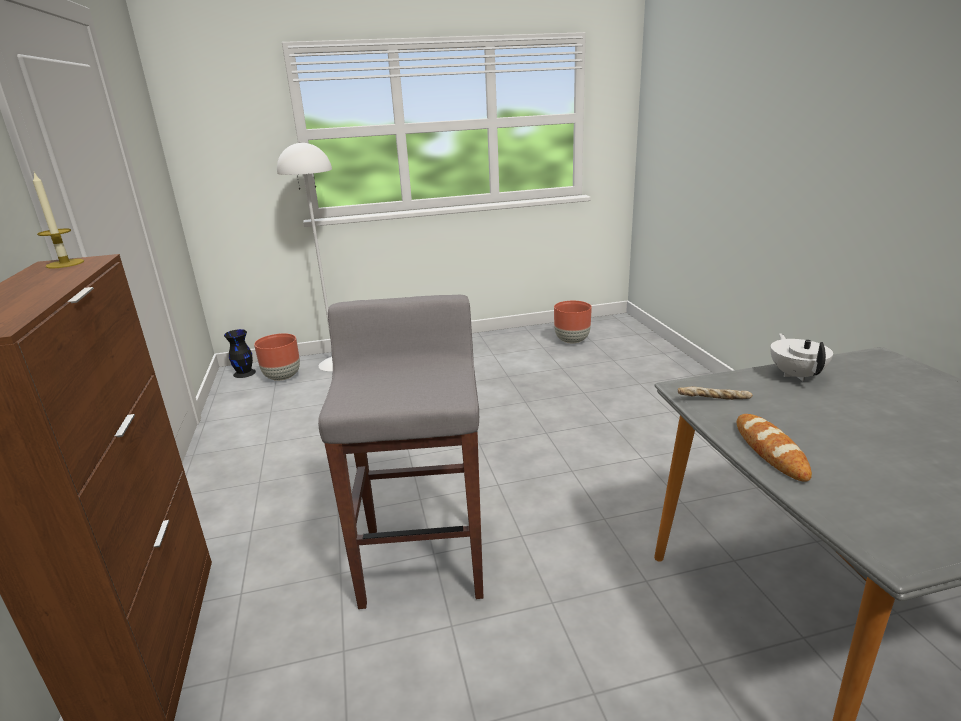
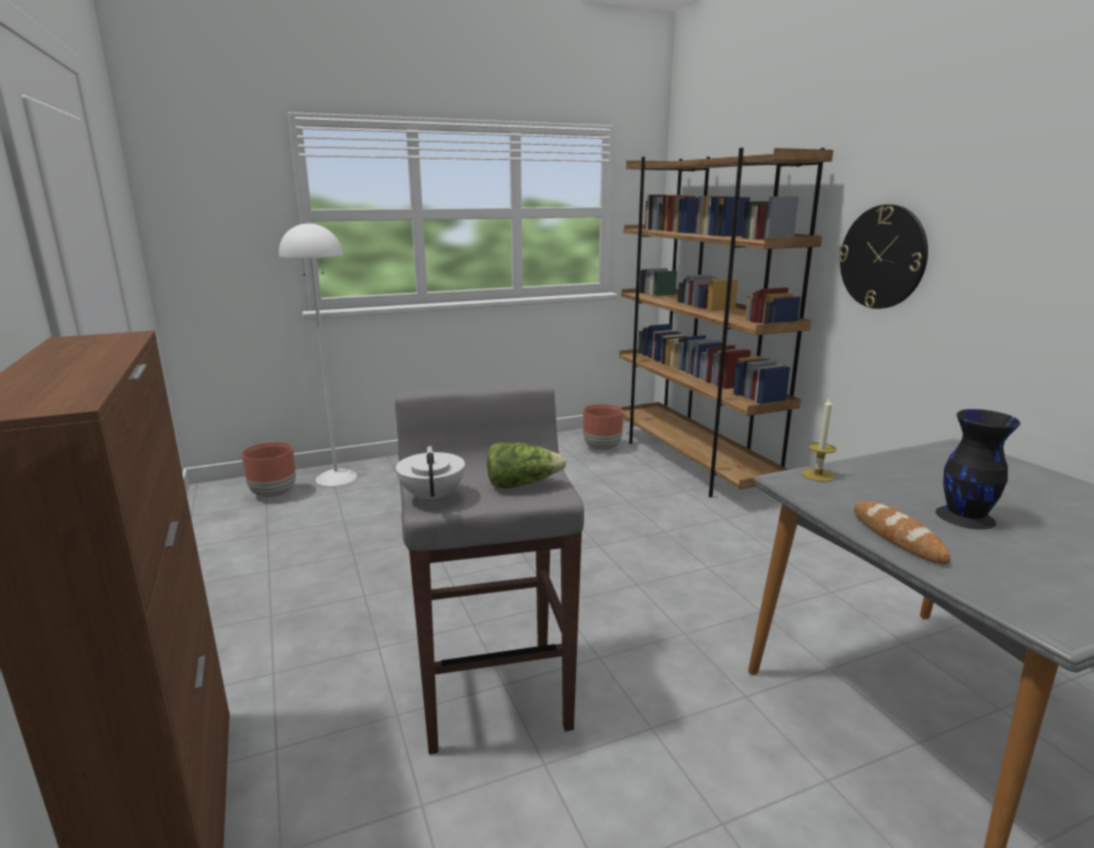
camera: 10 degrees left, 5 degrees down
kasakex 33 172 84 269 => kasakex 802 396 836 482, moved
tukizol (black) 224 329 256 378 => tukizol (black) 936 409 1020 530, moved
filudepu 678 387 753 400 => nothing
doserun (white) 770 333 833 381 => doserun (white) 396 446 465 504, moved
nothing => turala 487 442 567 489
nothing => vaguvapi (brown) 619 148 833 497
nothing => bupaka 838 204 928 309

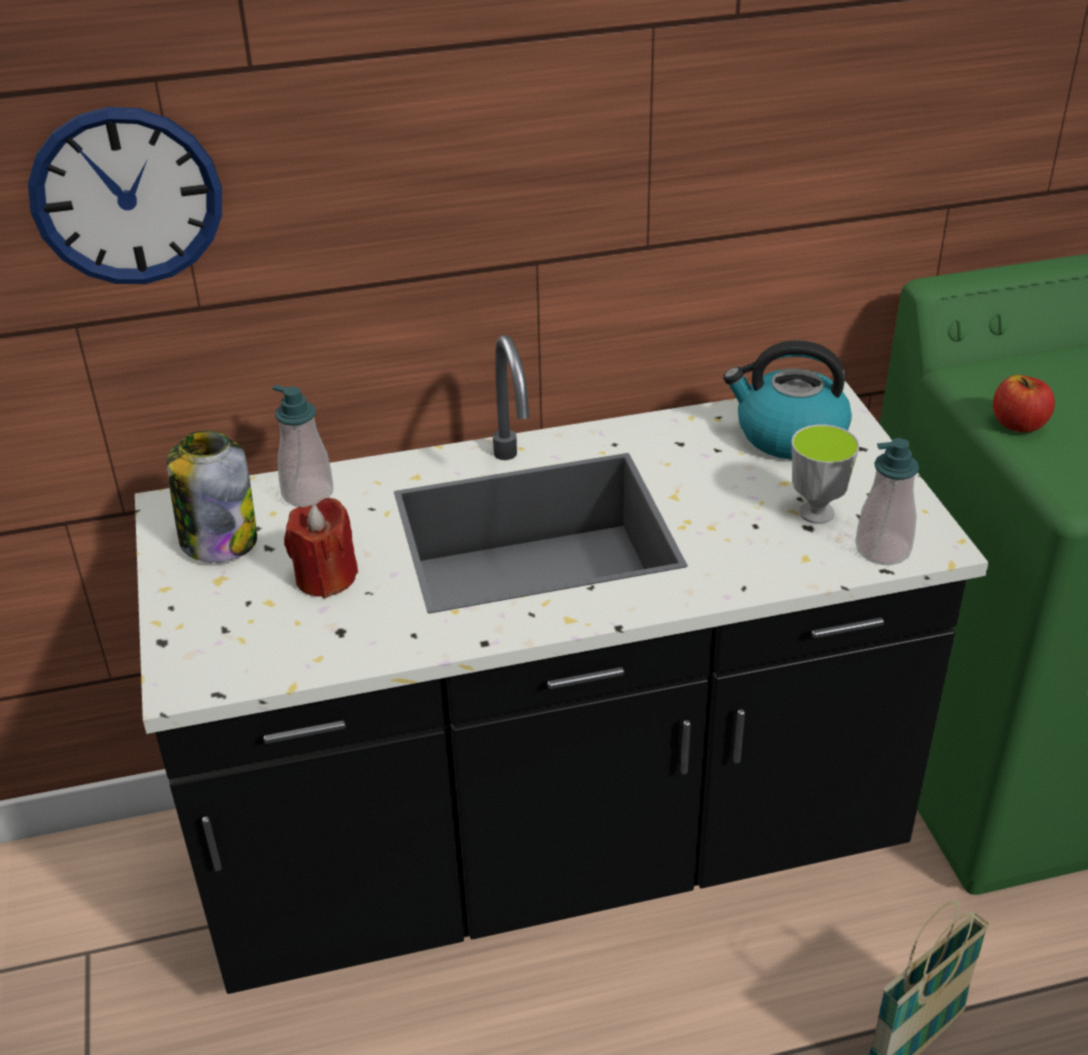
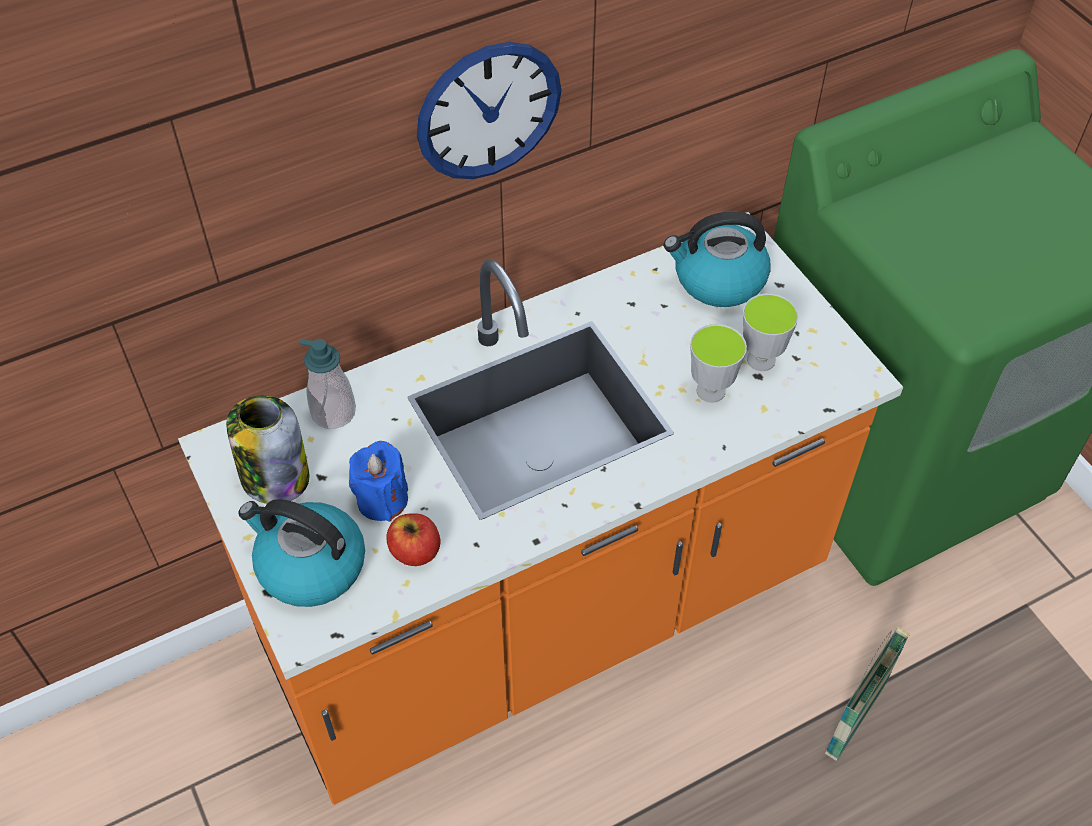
camera: 15 degrees left, 15 degrees up
bupaka 28 107 222 284 => bupaka 417 42 562 179, moved
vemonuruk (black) 135 335 989 994 => vemonuruk (orange) 178 212 903 805
kasakex (red) 284 498 358 598 => kasakex (blue) 349 441 408 522
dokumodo 856 438 919 565 => nothing
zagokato 993 375 1055 433 => zagokato 387 513 441 566, moved
nothing => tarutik 238 499 365 607
nothing => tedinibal 690 324 747 403

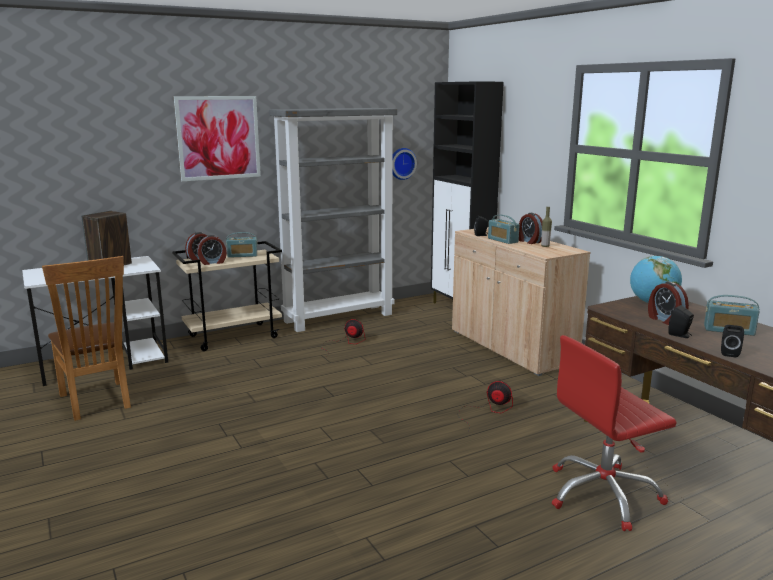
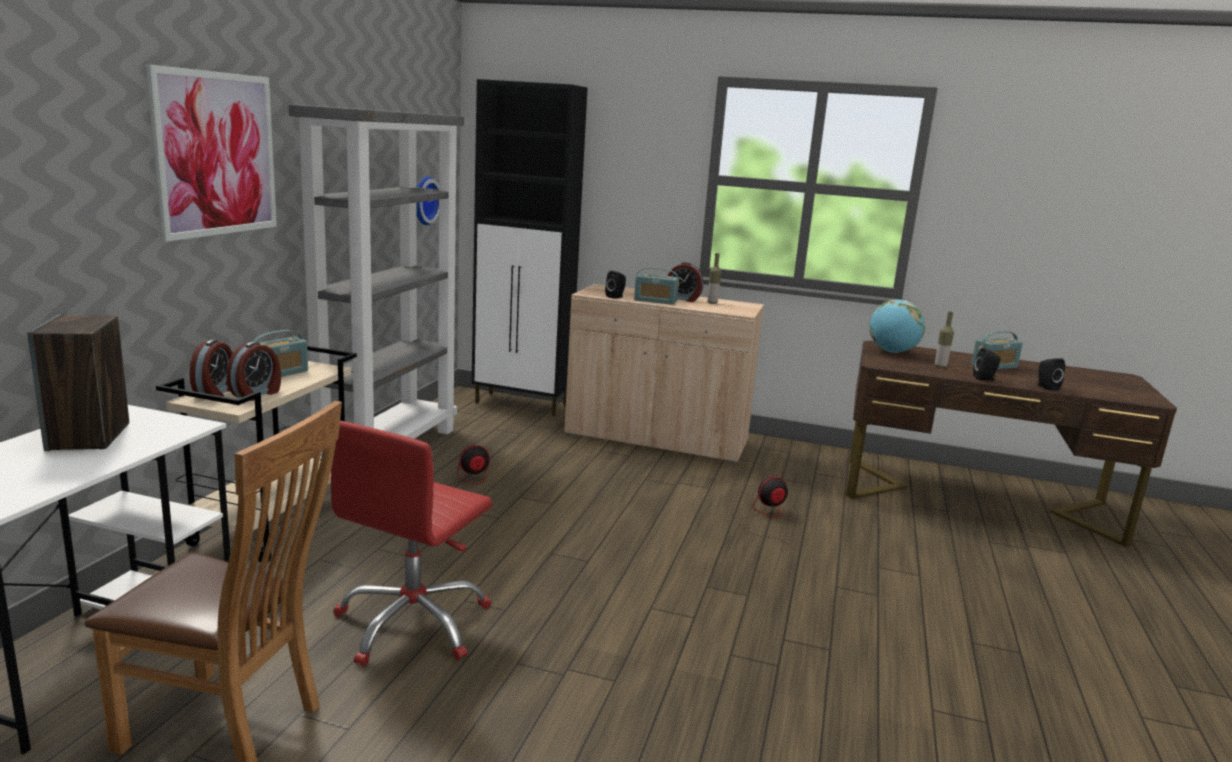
camera: 45 degrees left, 0 degrees up
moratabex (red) 552 335 677 531 => moratabex (red) 331 421 492 666, moved
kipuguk 648 281 689 325 => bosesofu 935 312 954 368

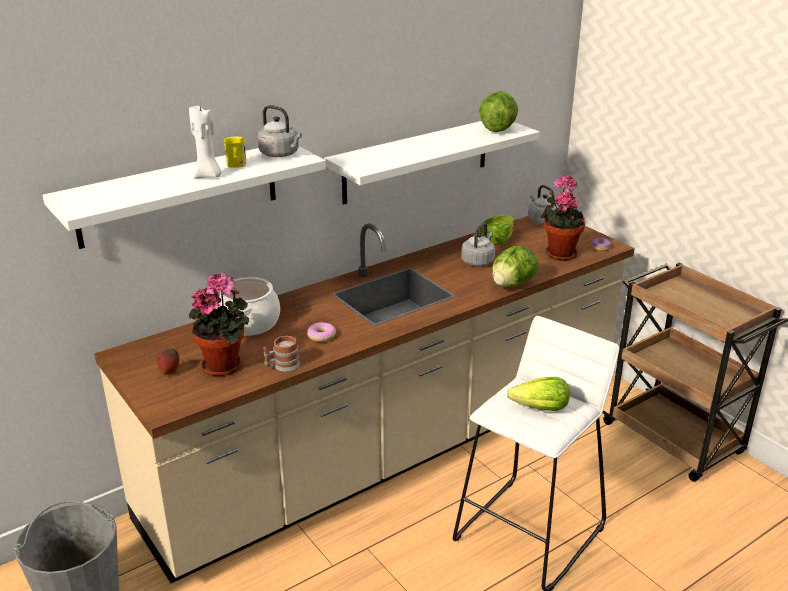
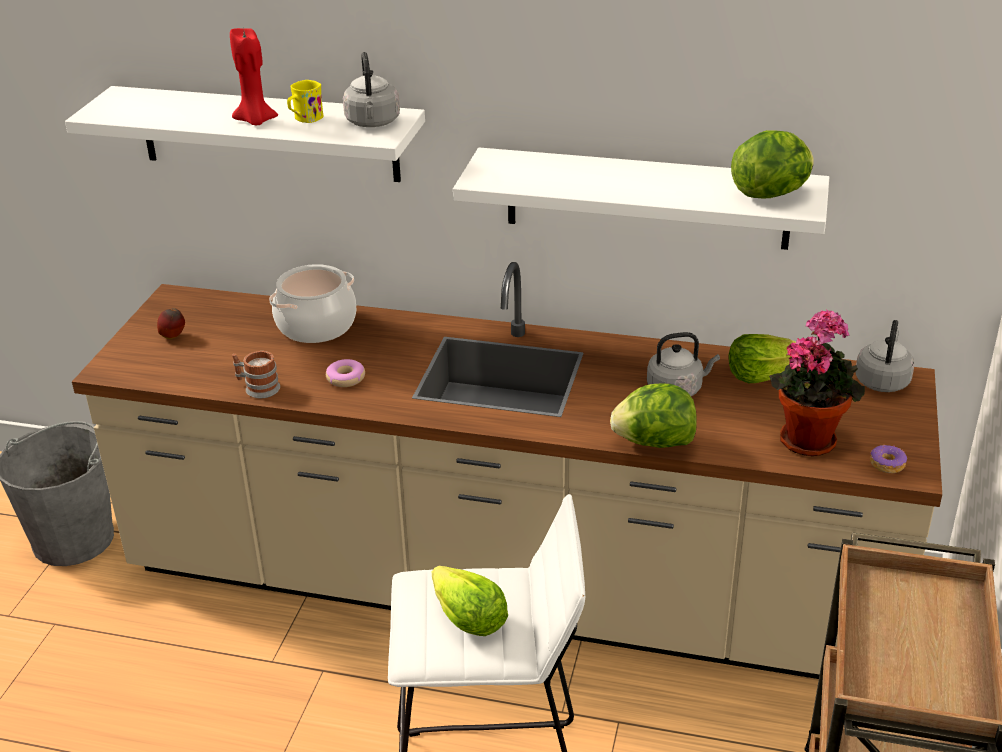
camera: 50 degrees right, 5 degrees up
kasakex (white) 189 106 222 179 => kasakex (red) 230 28 278 125
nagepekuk 189 272 249 376 => nothing

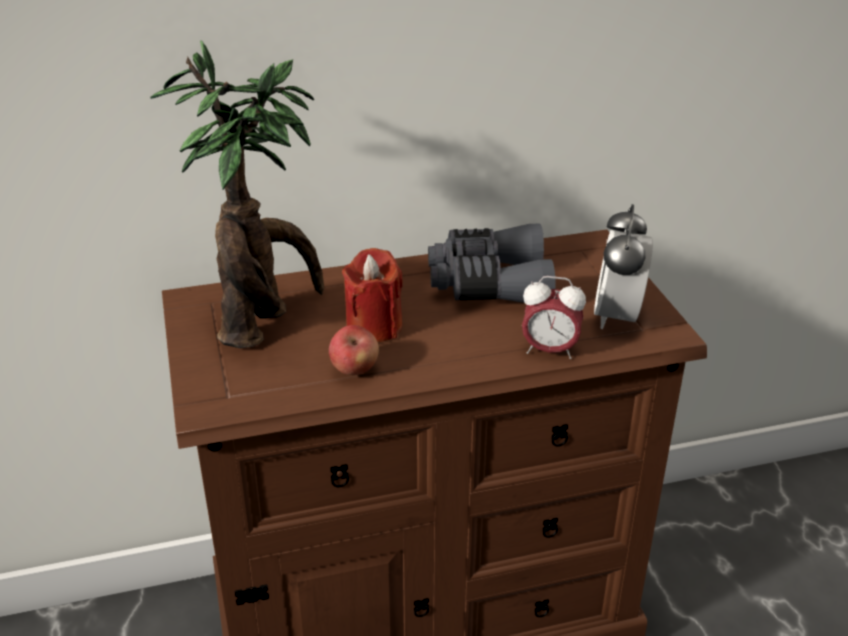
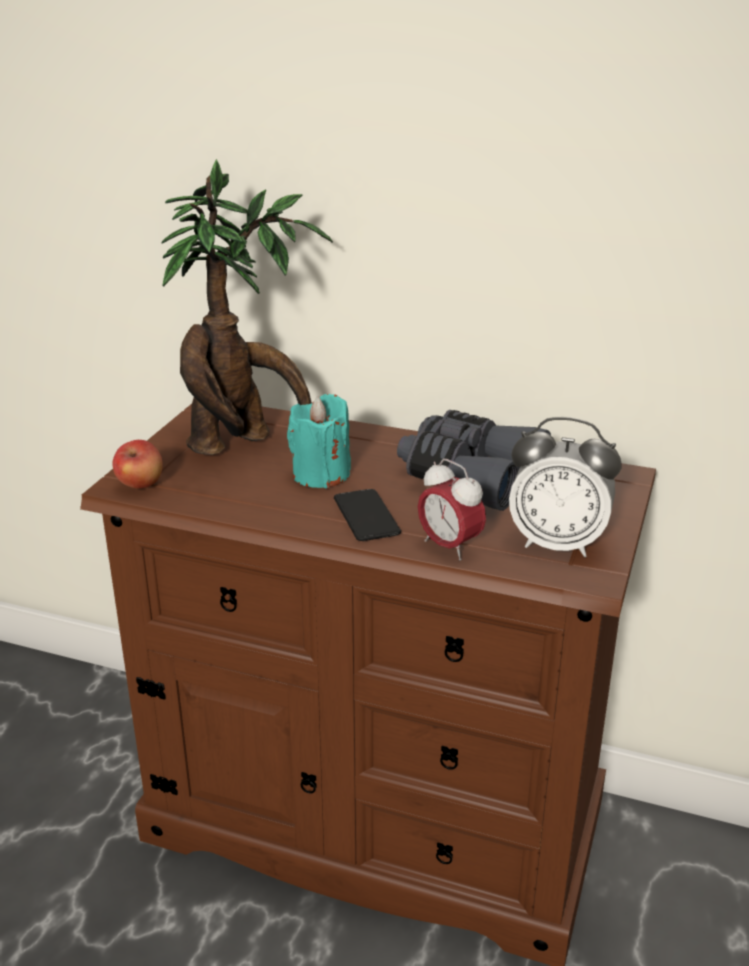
camera: 35 degrees right, 5 degrees down
zagokato 329 325 379 375 => zagokato 112 440 163 489, moved
kasakex (red) 342 248 403 342 => kasakex (turquoise) 287 394 351 489
kipuguk 594 204 653 329 => kipuguk 509 417 622 557, 120 degrees counterclockwise
nothing => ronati 334 489 401 541

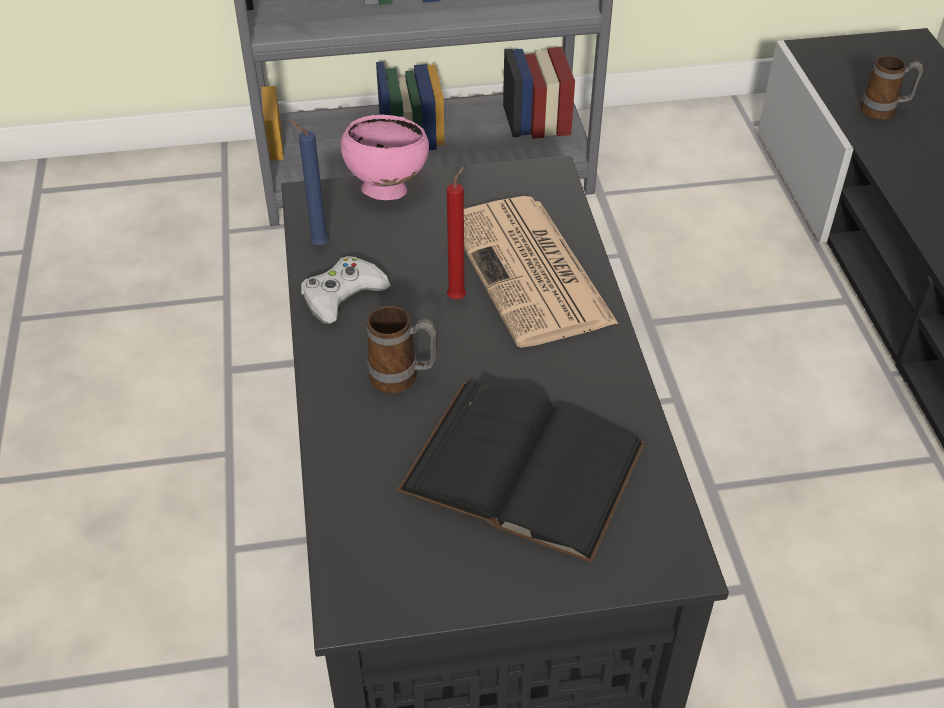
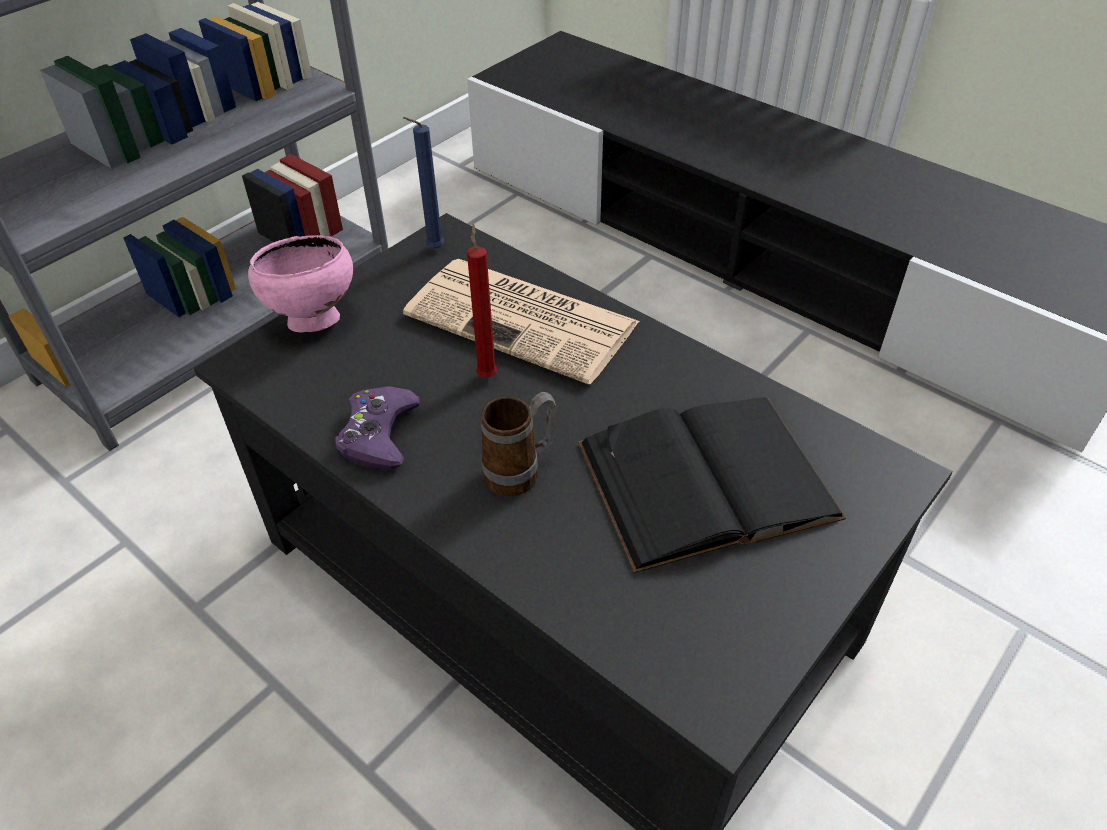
camera: 40 degrees left, 0 degrees up
kasakex (blue) 289 120 329 245 => kasakex (blue) 403 117 444 249, moved
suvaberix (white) 301 256 391 324 => suvaberix (purple) 335 386 420 470
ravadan 861 55 923 120 => nothing

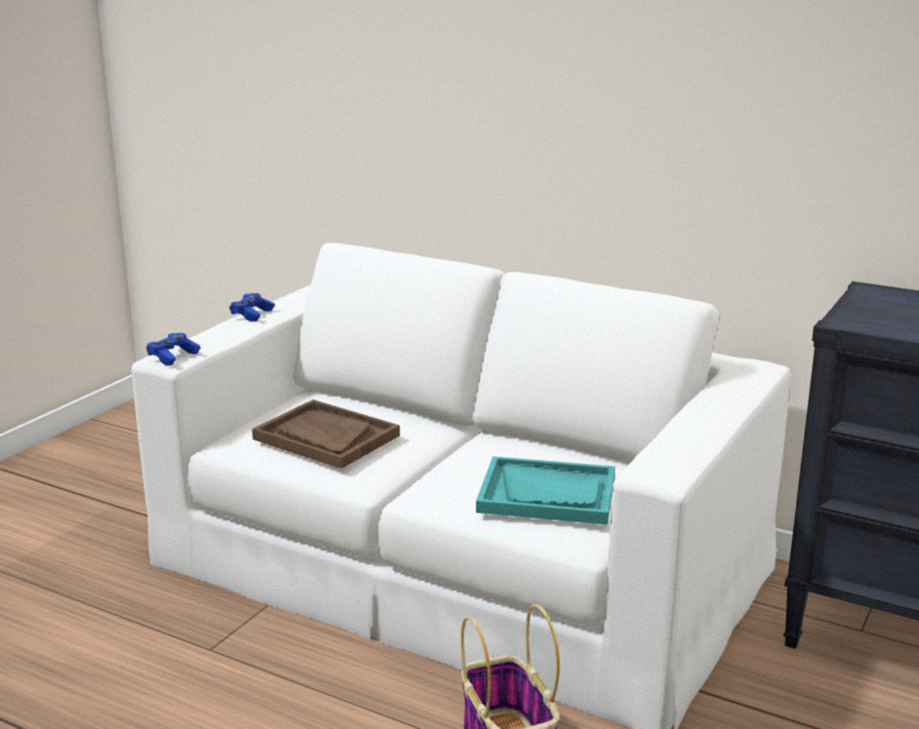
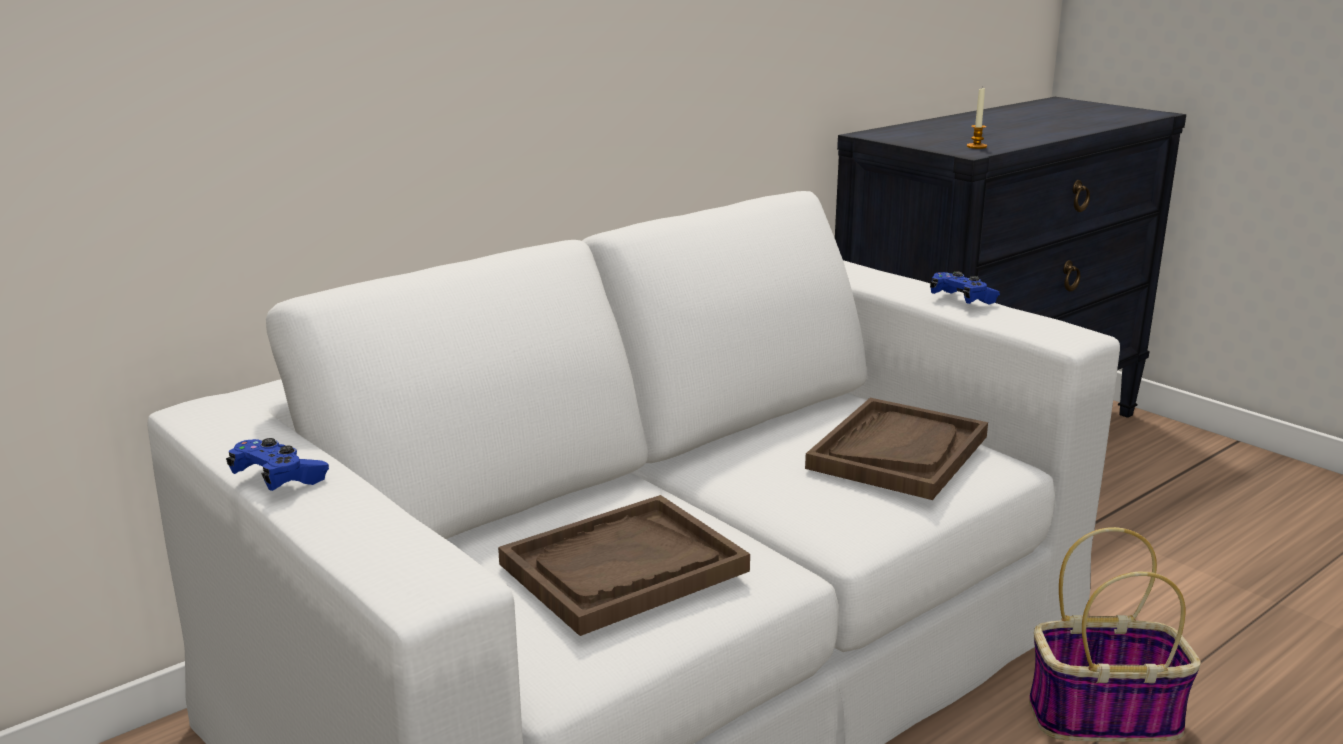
camera: 70 degrees left, 0 degrees up
suvaberix (blue) 146 333 201 366 => suvaberix (blue) 930 272 1000 305, moved
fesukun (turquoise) 476 456 615 525 => fesukun (brown) 805 398 988 500
nothing => kasakex 967 88 987 149

